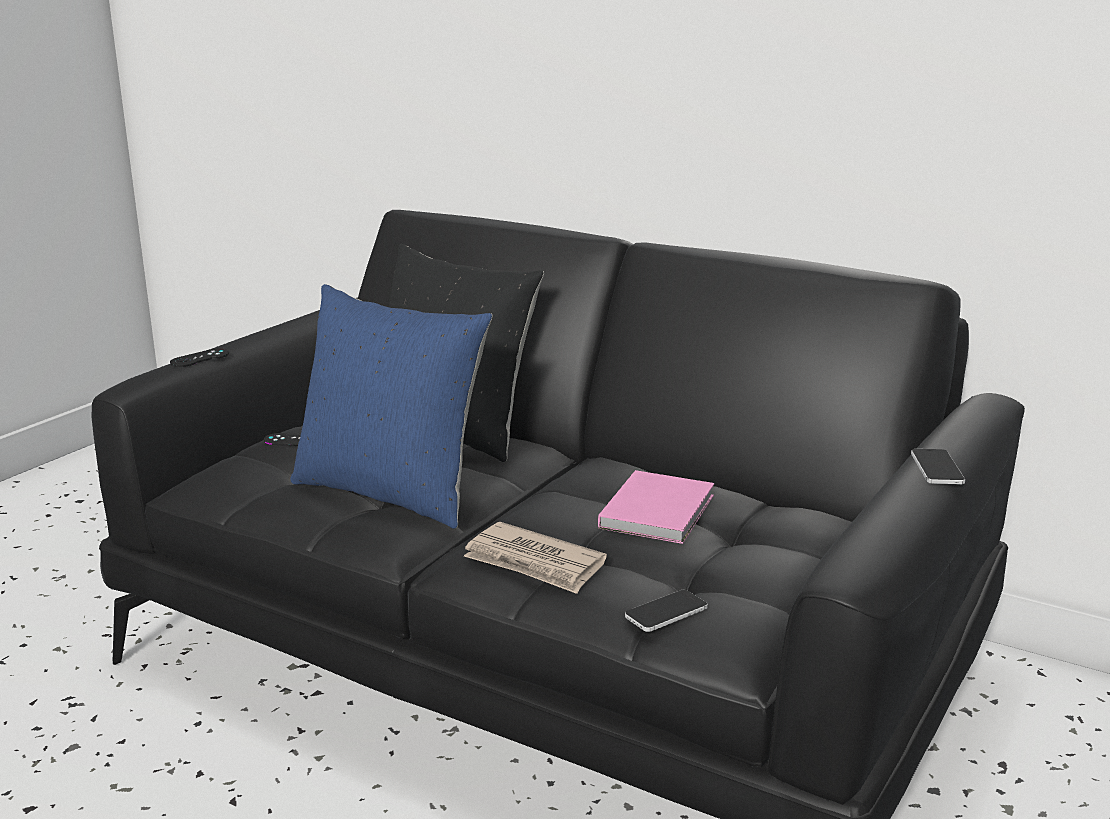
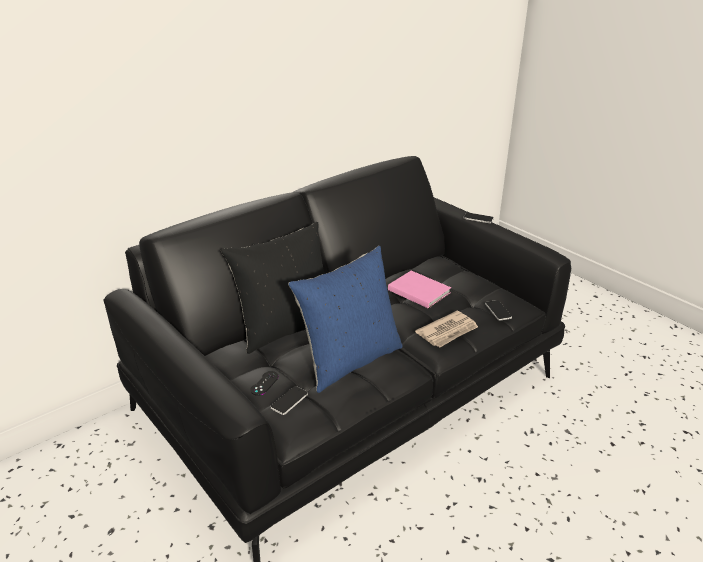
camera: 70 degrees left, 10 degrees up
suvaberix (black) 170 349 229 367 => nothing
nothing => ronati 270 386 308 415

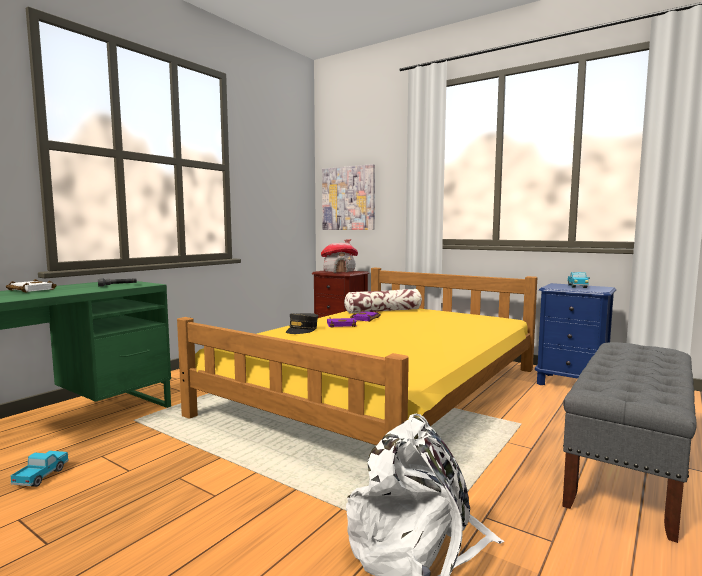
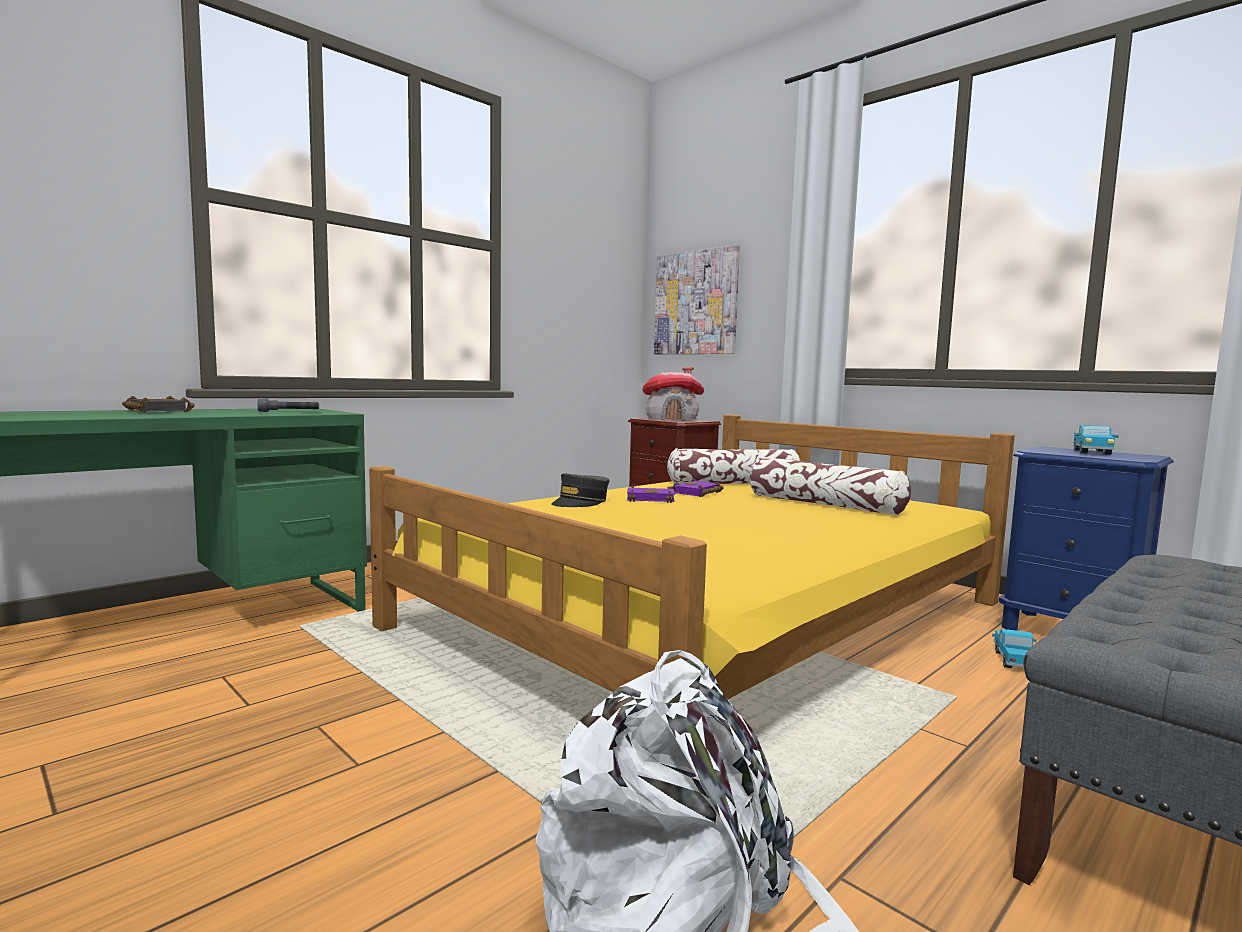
camera: 10 degrees right, 0 degrees up
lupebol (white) 6 279 57 292 => lupebol (black) 122 396 195 413
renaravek 11 451 69 487 => renaravek 992 629 1036 668, moved
nothing => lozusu 750 457 911 515

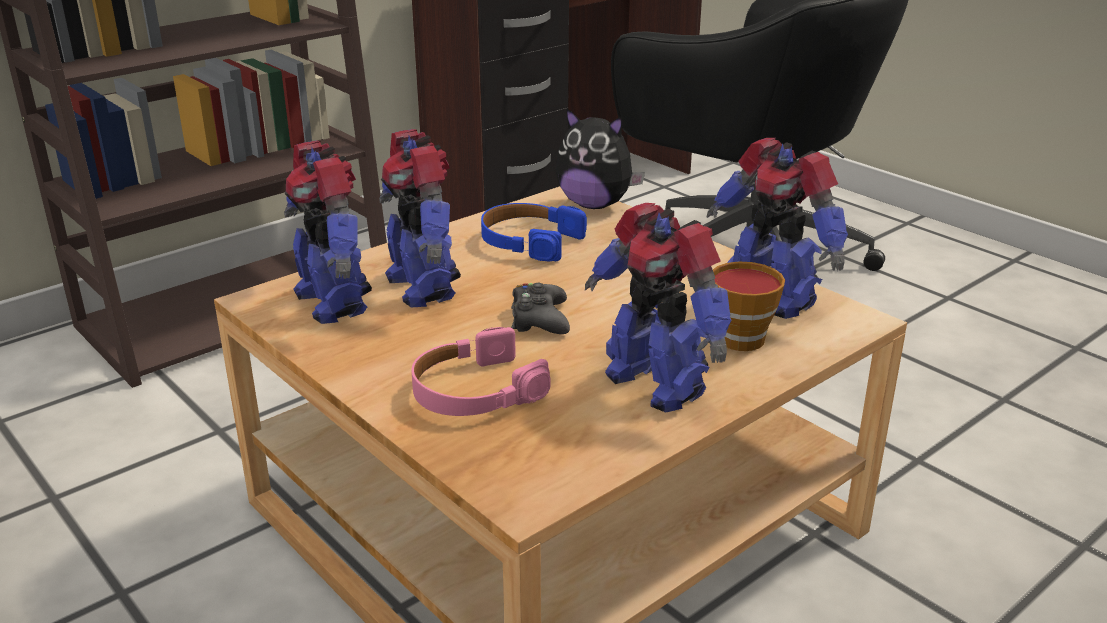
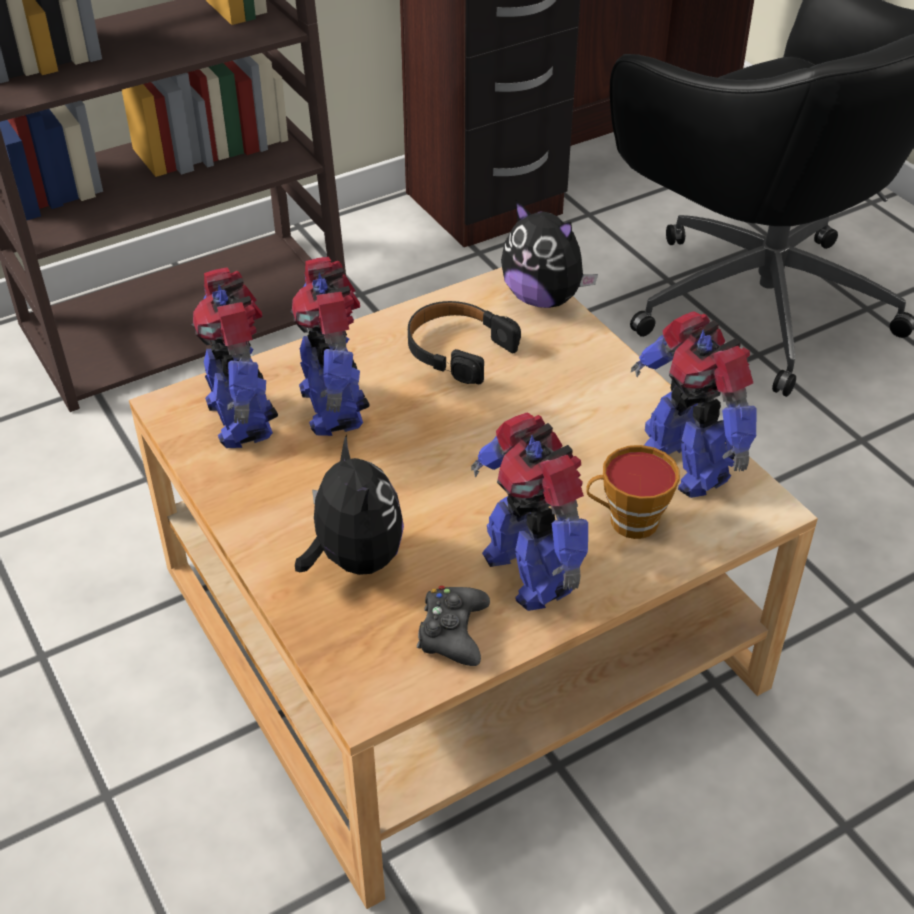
camera: 10 degrees right, 15 degrees up
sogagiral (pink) 411 327 551 416 => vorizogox 295 435 404 575
sogagiral (blue) 481 203 587 261 => sogagiral (black) 408 301 521 384
suvaberix (black) 511 283 570 334 => suvaberix (black) 417 586 490 666, moved

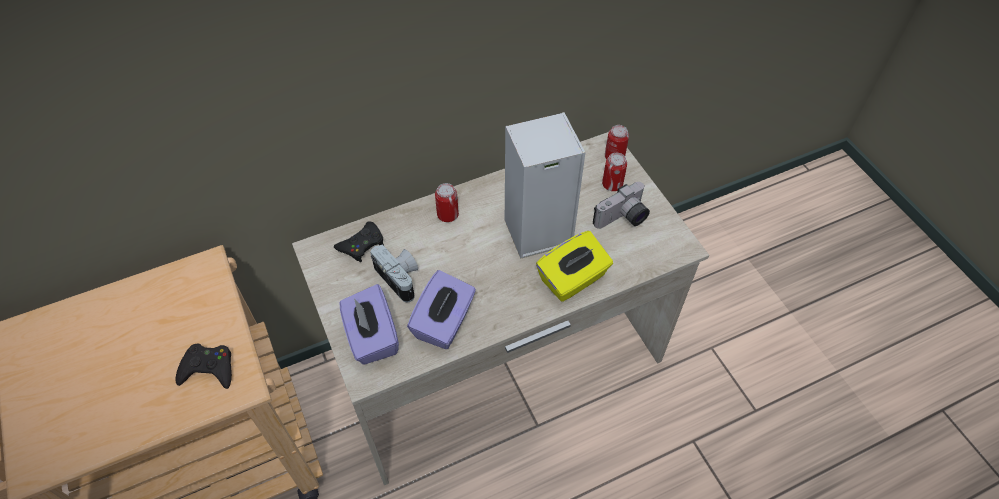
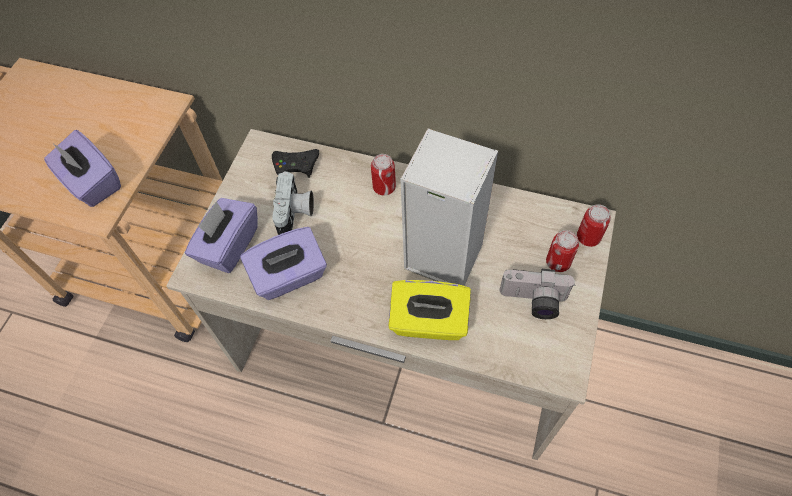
camera: 45 degrees right, 5 degrees up
suvaberix (black) 176 344 232 389 => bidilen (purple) 44 130 121 207

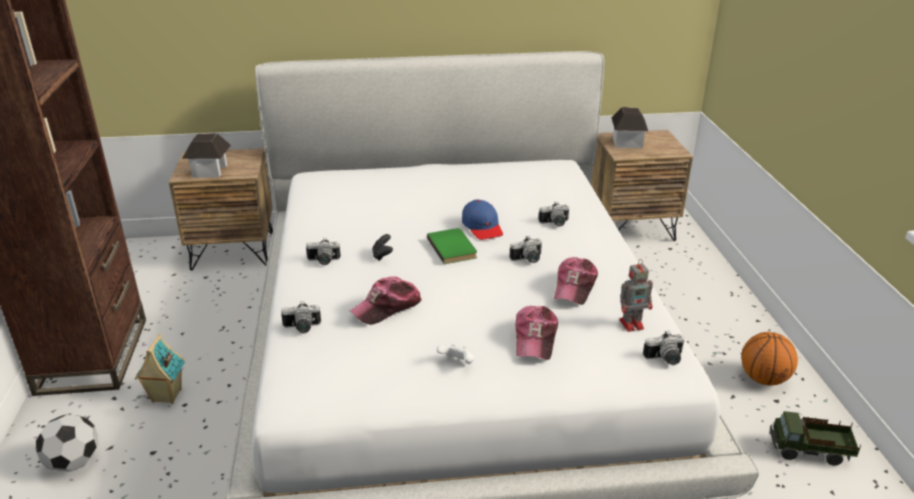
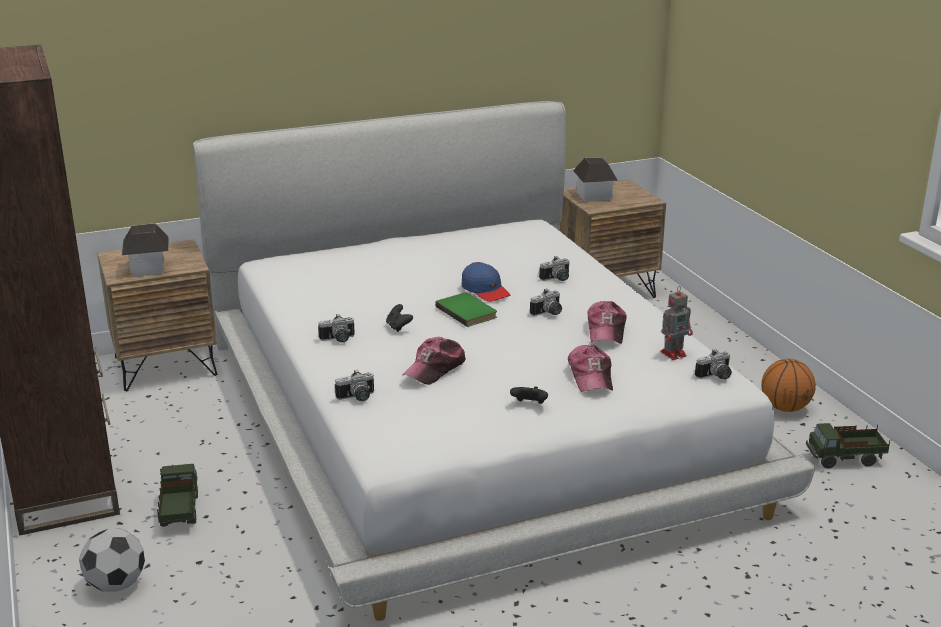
camera: 15 degrees left, 5 degrees down
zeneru 135 334 185 404 => renaravek 157 464 198 527
suvaberix (white) 437 344 474 364 => suvaberix (black) 510 386 548 404

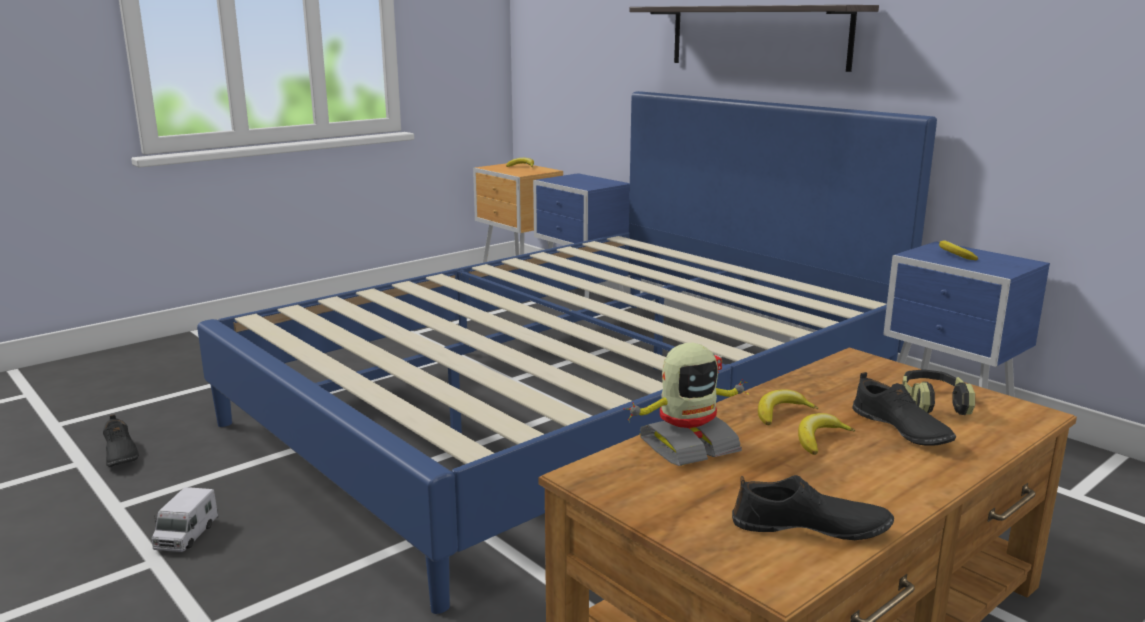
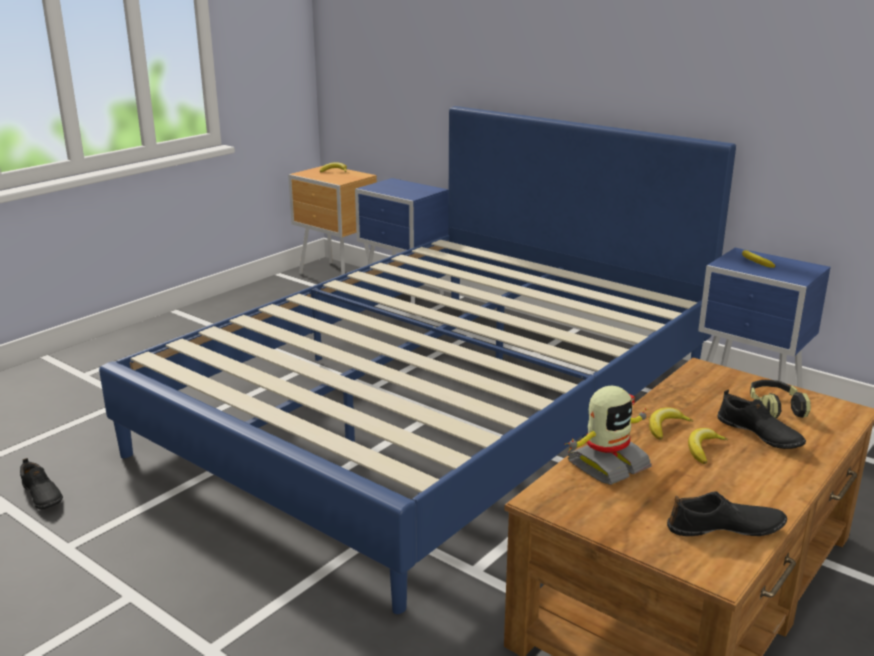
camera: 10 degrees left, 5 degrees up
renaravek 151 487 218 552 => nothing
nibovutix 629 5 879 72 => nothing

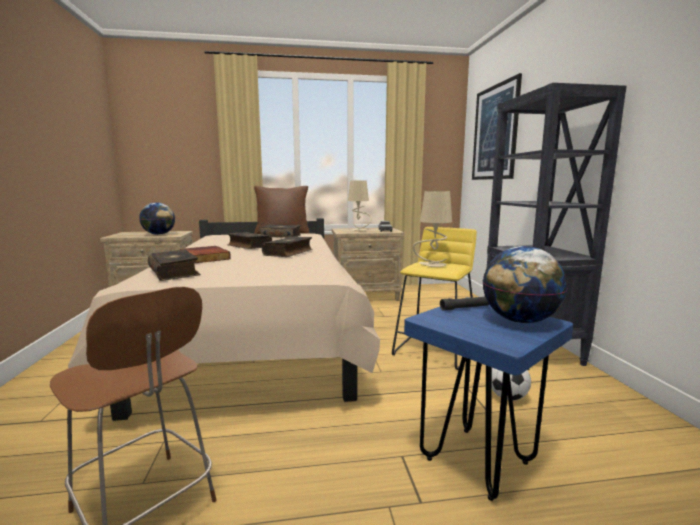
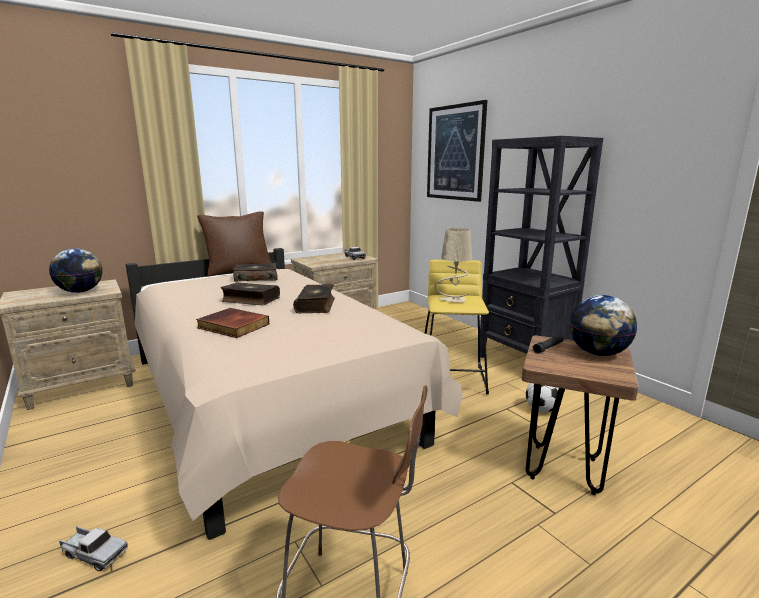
camera: 25 degrees left, 5 degrees up
lupebol 148 250 201 281 => nothing
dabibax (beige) 348 181 372 231 => nothing
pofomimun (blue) 404 297 573 501 => pofomimun (brown) 522 336 639 495
nothing => renaravek 59 526 128 571

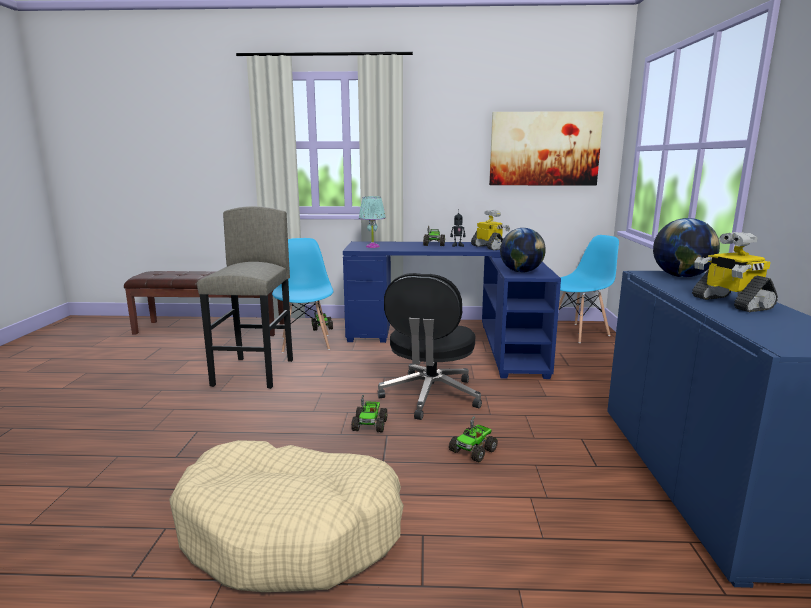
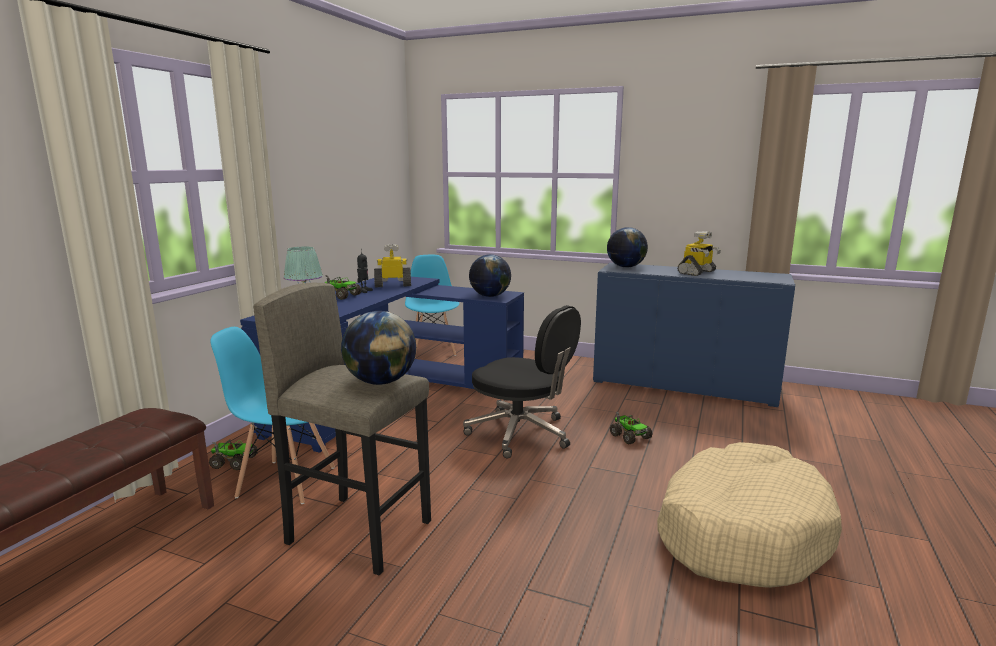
camera: 70 degrees left, 0 degrees up
renaravek 351 395 387 432 => nothing
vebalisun 489 111 604 186 => nothing
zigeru 692 232 778 312 => zigeru 677 231 721 276, 45 degrees counterclockwise
nothing => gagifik 341 311 416 385

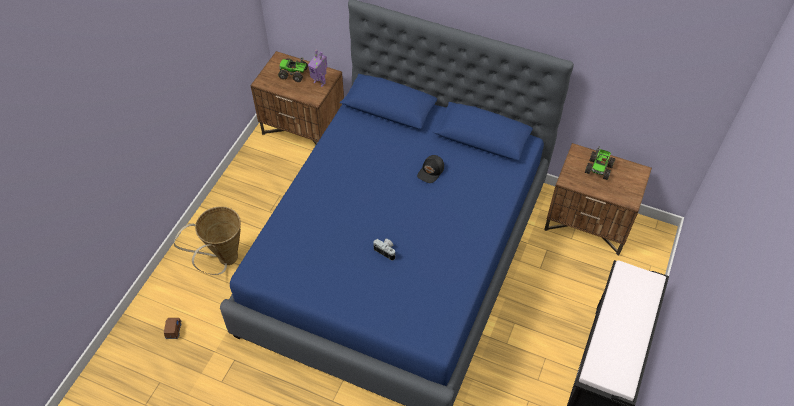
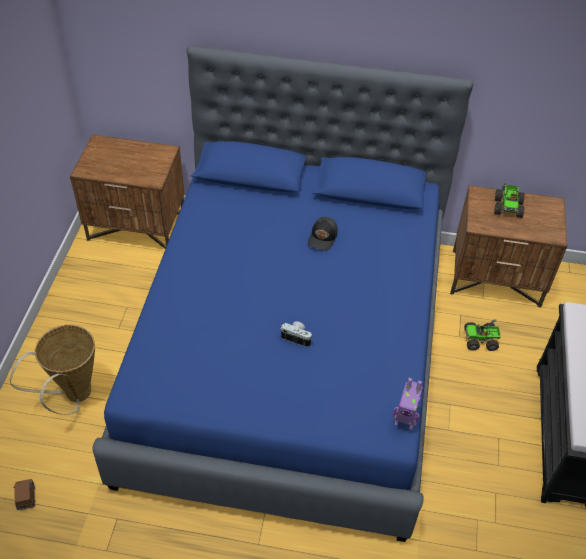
camera: 15 degrees left, 5 degrees down
renaravek 278 57 308 82 => renaravek 464 319 501 351, moved
zigeru 308 49 327 87 => zigeru 393 378 423 430, moved

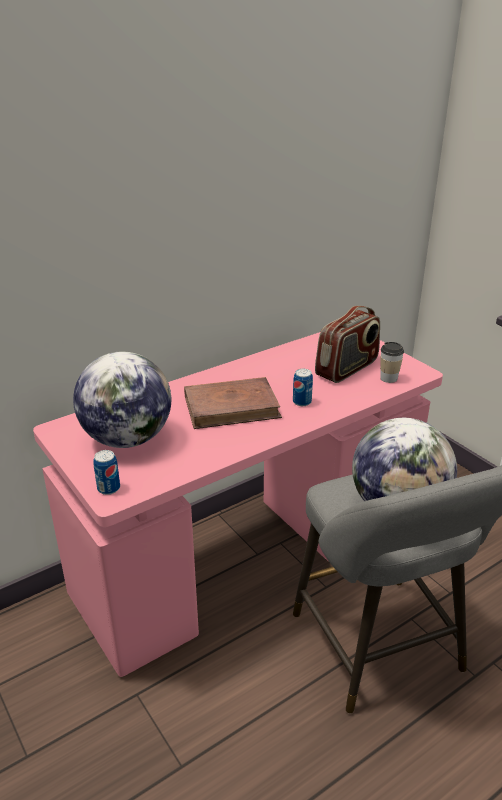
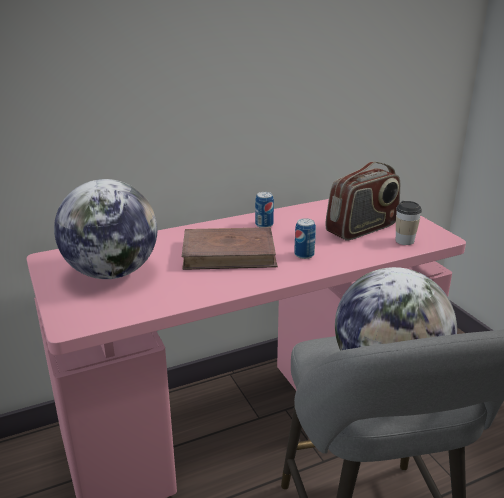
camera: 10 degrees right, 5 degrees down
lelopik 93 450 120 495 => lelopik 255 192 274 228, moved

